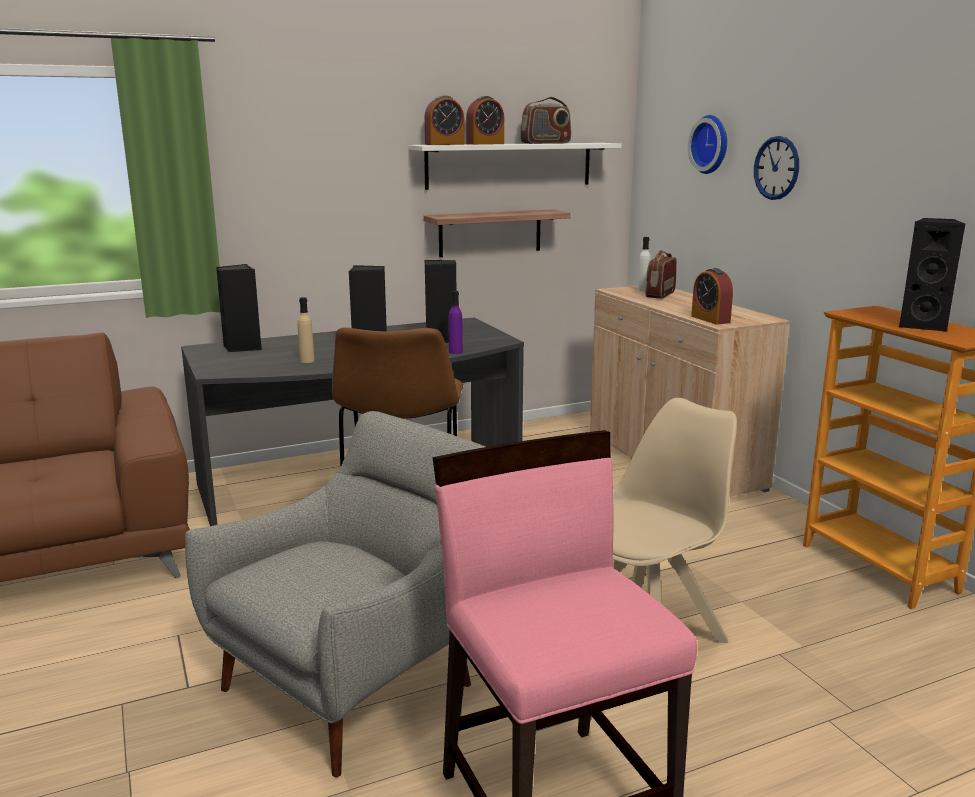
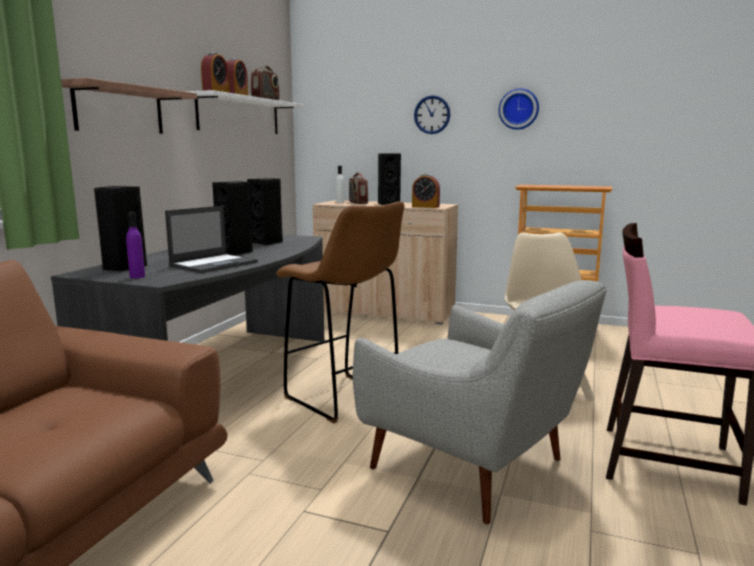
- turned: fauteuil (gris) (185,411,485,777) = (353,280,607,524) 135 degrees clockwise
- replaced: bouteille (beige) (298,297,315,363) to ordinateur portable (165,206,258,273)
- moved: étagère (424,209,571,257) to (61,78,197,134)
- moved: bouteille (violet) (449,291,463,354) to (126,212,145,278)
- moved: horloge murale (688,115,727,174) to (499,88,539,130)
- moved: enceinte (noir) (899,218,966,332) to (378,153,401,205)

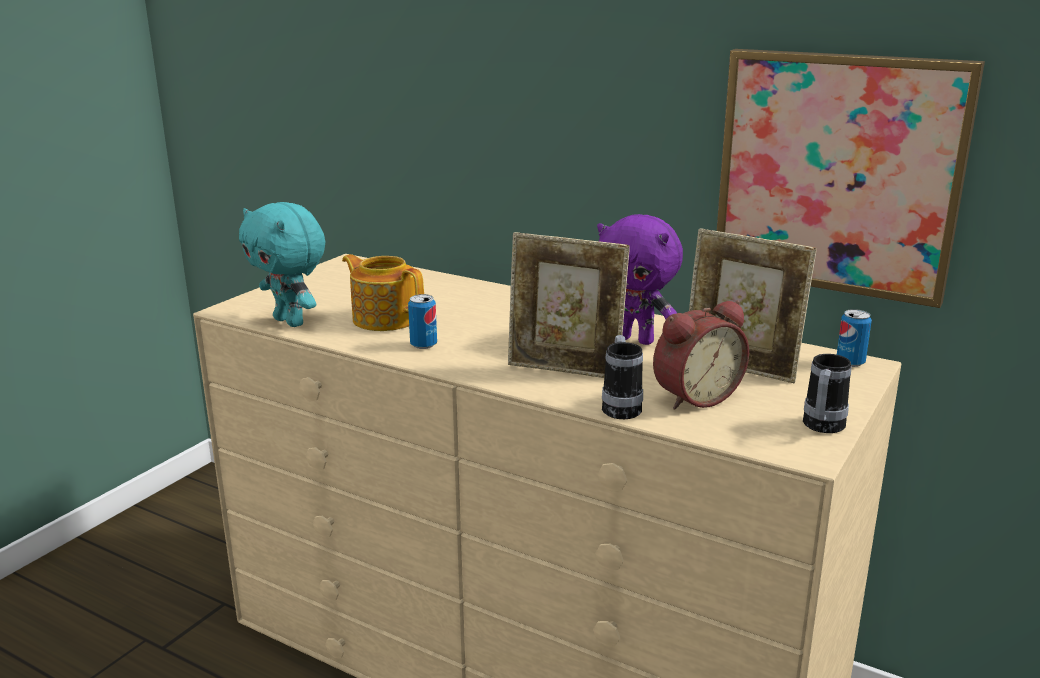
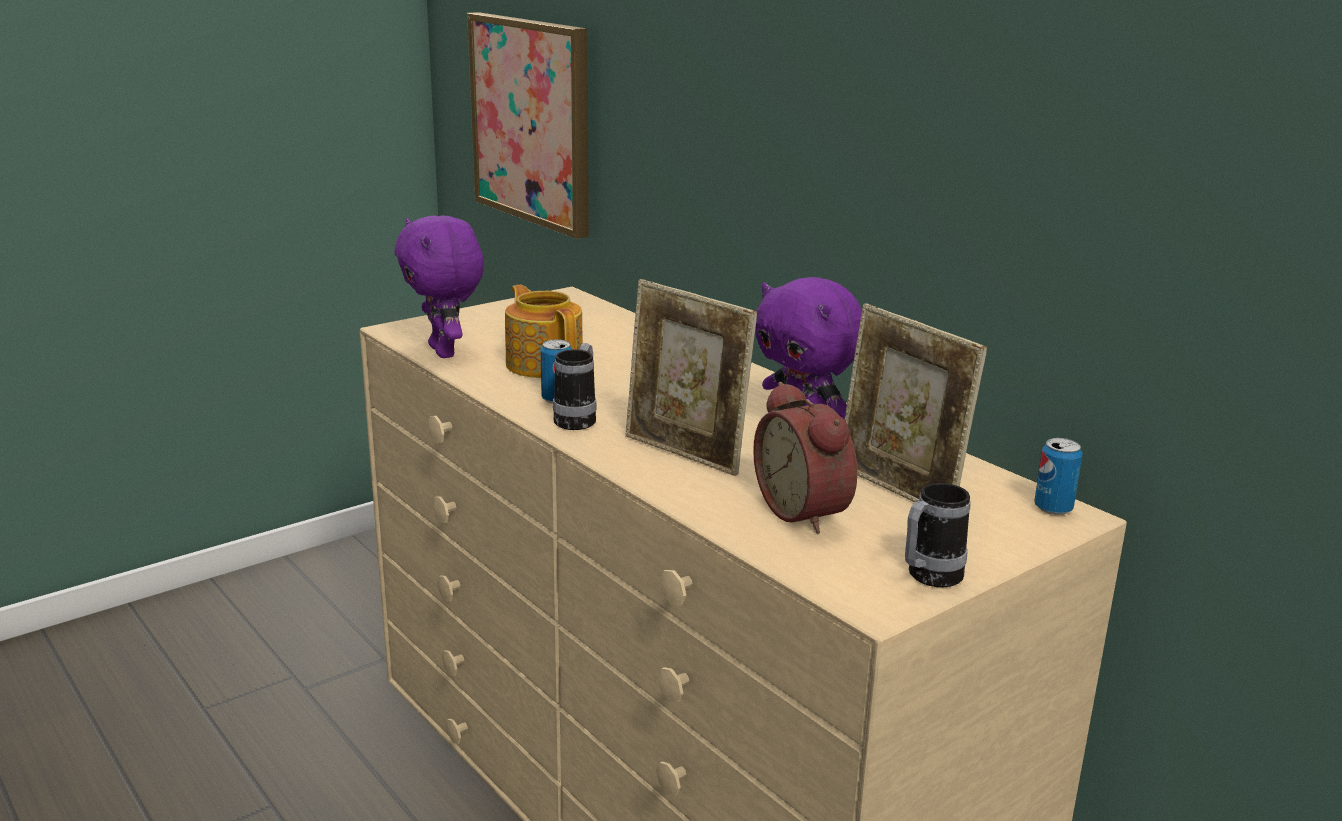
- recoloured: peluche (turquoise) (239,202,325,327) to peluche (violet) (394,215,484,358)
- moved: mug (602,335,643,419) to (553,343,597,430)
- turned: réveil (653,300,749,410) = (753,382,858,534) 75 degrees clockwise
- moved: tableau (717,49,985,308) to (467,12,589,239)

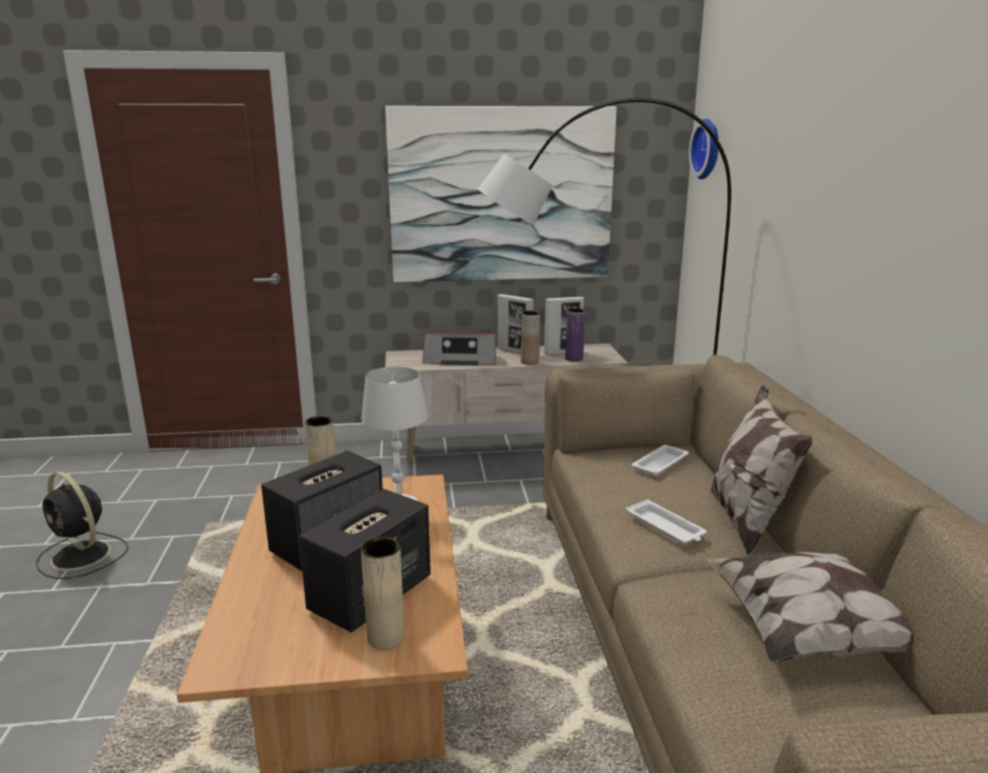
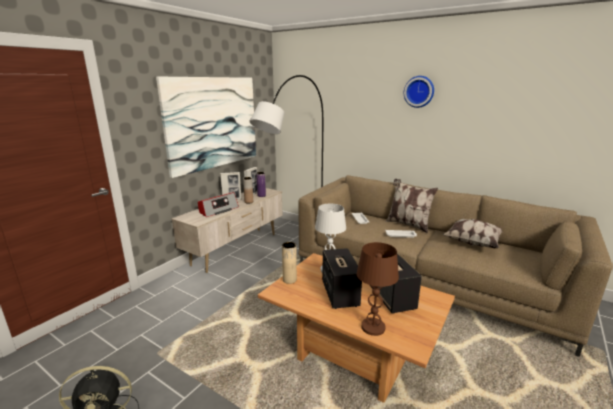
- removed: vase (beige) (361,537,405,649)
- moved: horloge murale (689,119,719,180) to (404,76,434,108)
- added: lampe de table (marron) (357,242,399,336)

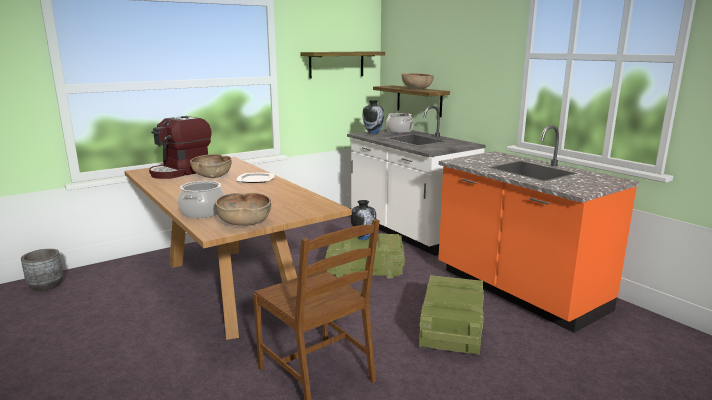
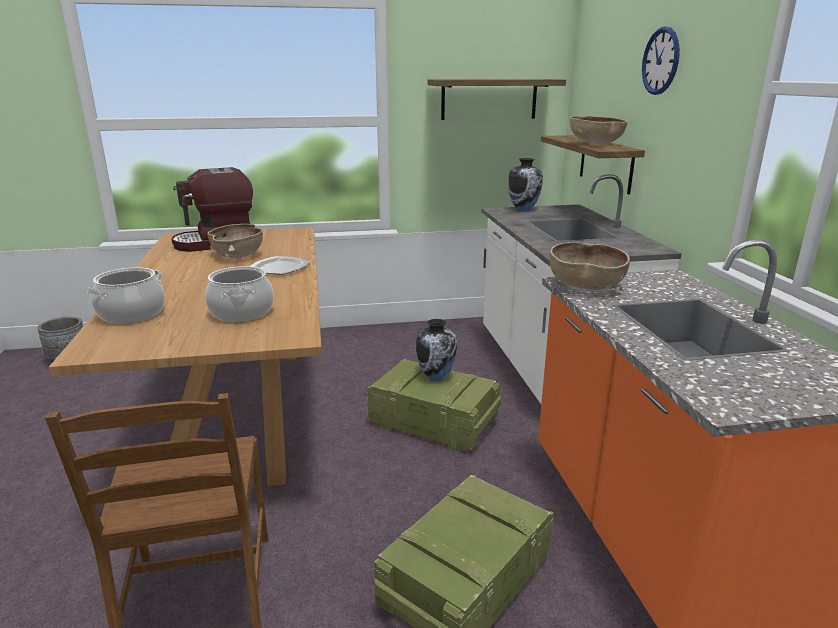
- moved: bol (marron) (215,193,271,226) to (550,242,630,290)
- moved: marmite (386,113,413,133) to (205,266,274,322)
- added: horloge murale (642,27,680,95)

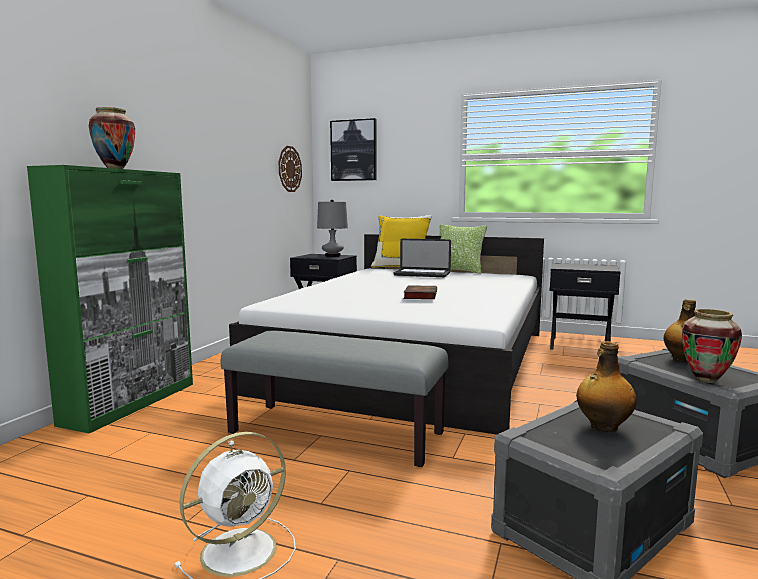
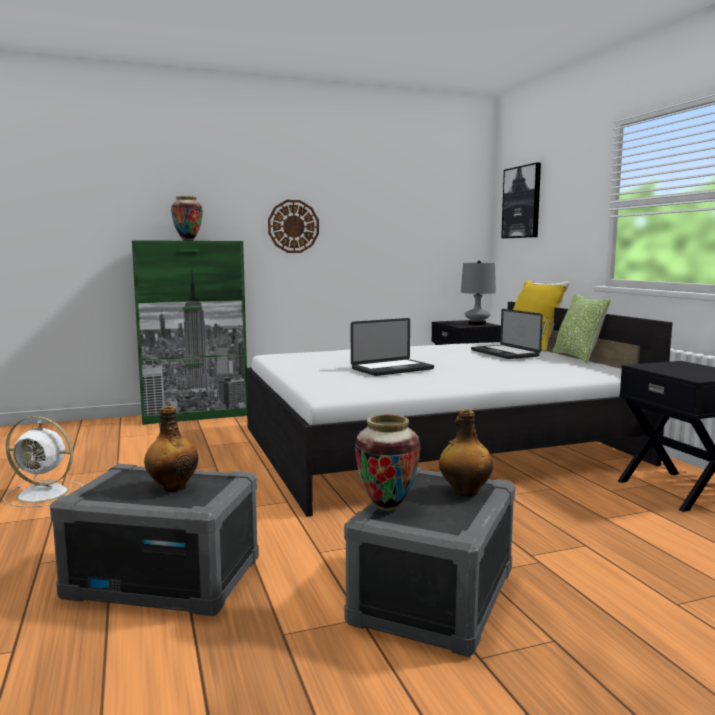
- removed: banc (gris) (221,331,448,467)
- moved: horloge murale (279,146,302,192) to (268,200,319,253)
- replaced: livre (403,285,437,299) to ordinateur portable (351,318,434,376)

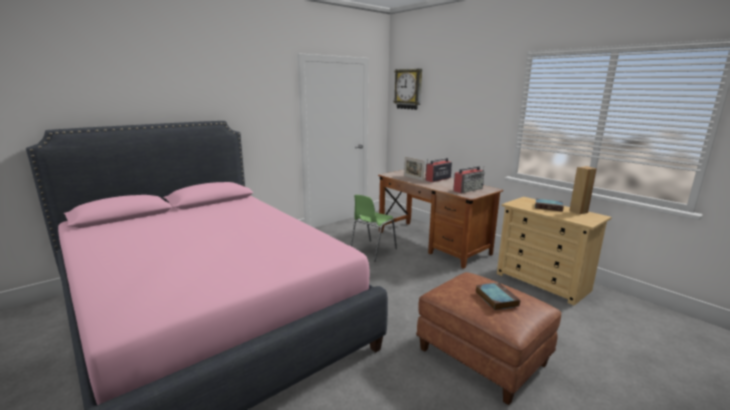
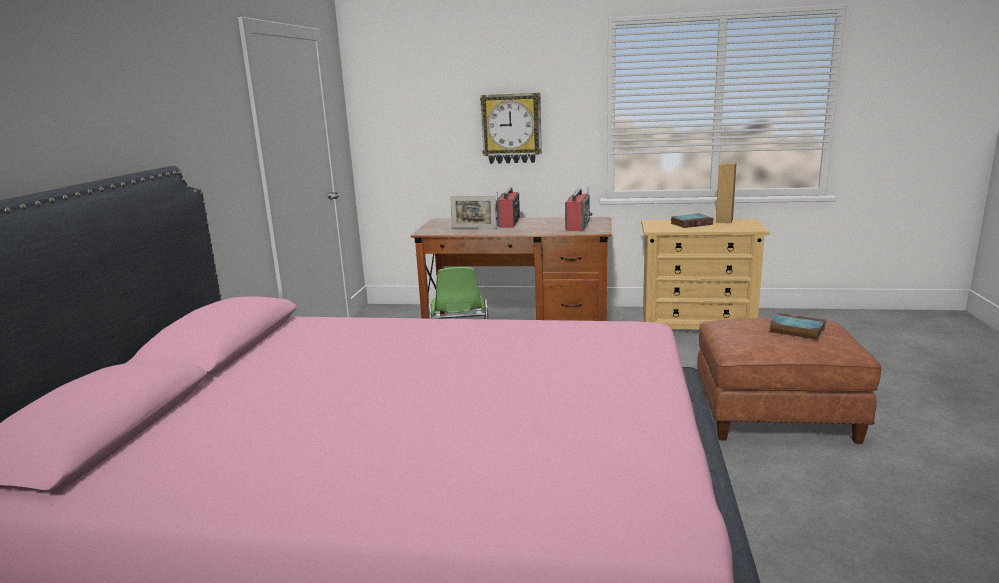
- moved: horloge murale (394,69,422,110) to (480,93,542,164)

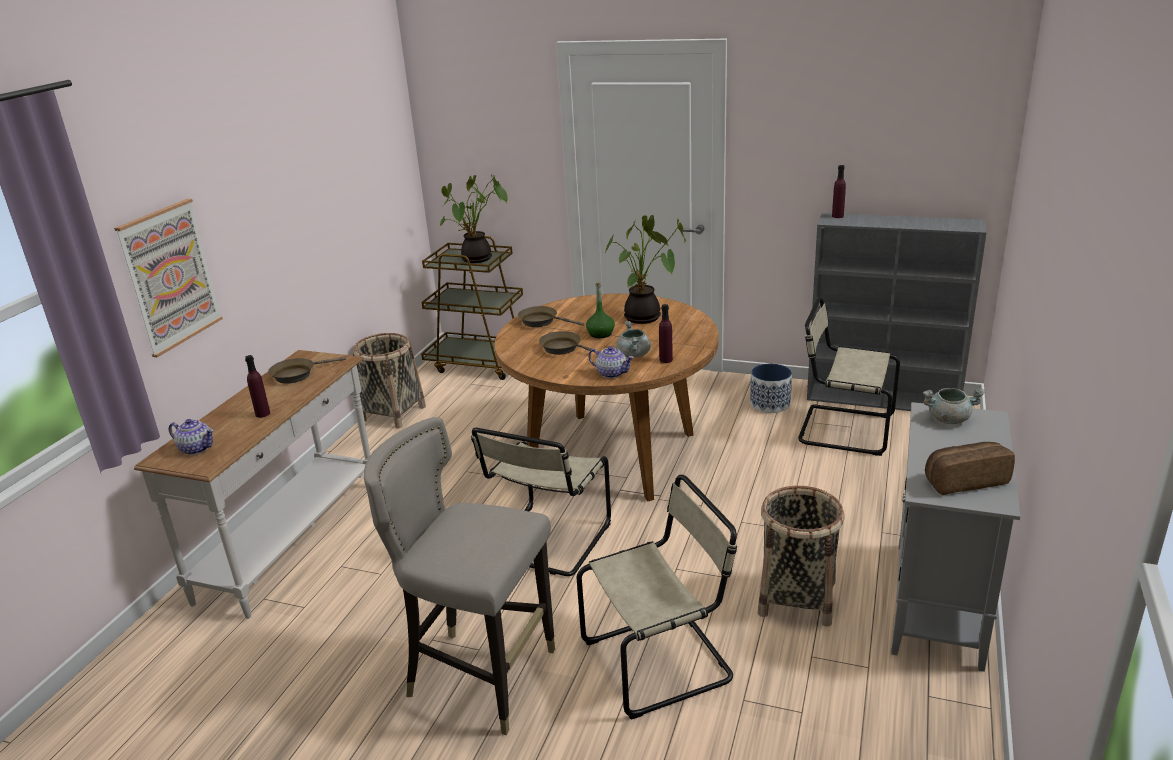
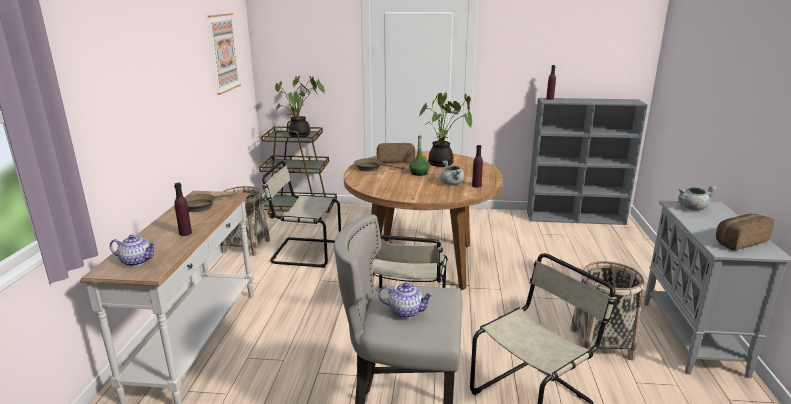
- moved: tableau (114,199,223,357) to (208,13,241,95)
- removed: poêle (marron) (539,331,601,355)
- moved: théière (588,346,634,378) to (378,282,434,318)
- removed: cache-pot (750,364,792,413)
- moved: chaise (beige) (798,297,900,456) to (262,161,341,268)
- added: pain (377,143,415,163)

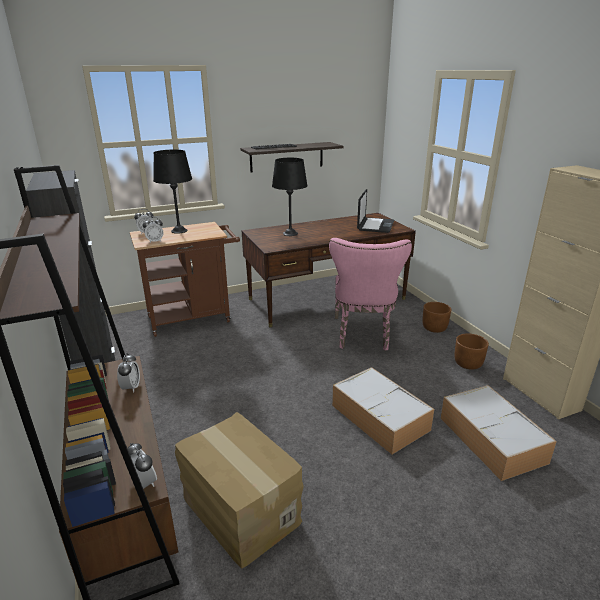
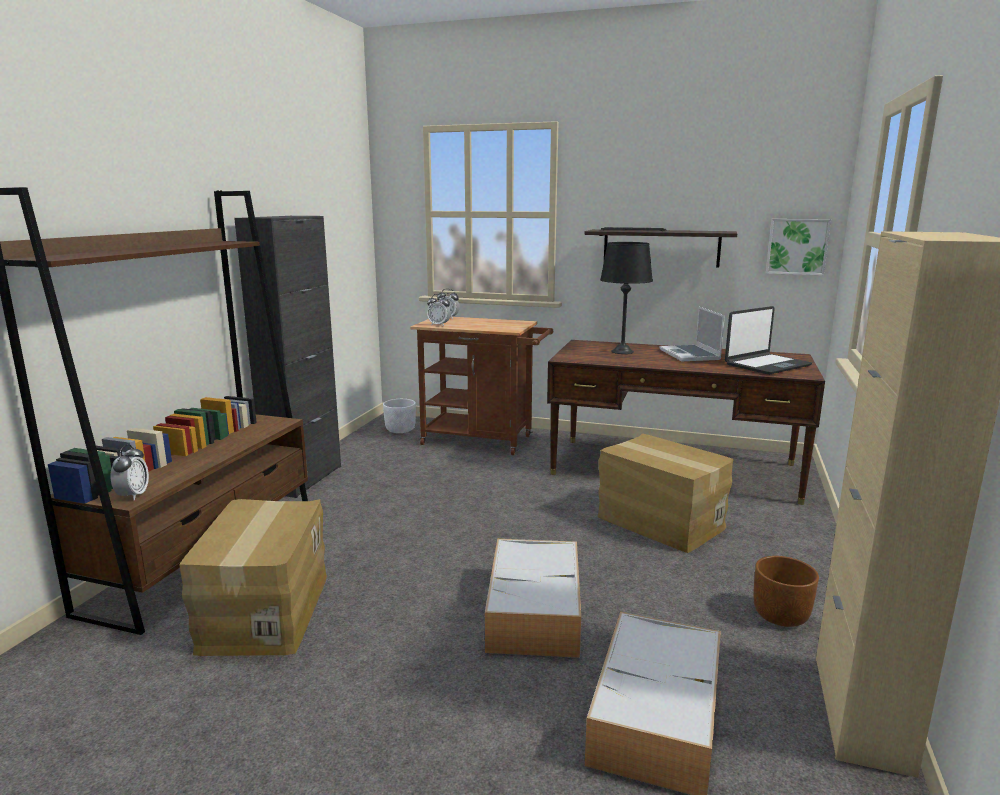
- removed: réveil (117,353,140,392)
- removed: lampe de table (noir) (153,149,192,234)
- replaced: chaise (rose) (329,238,412,351) to carton (598,433,733,553)
- removed: cache-pot (marron) (423,302,452,333)
- added: cache-pot (blanc) (383,399,416,433)
- added: ordinateur portable (660,307,725,361)
- added: tableau (766,219,831,275)

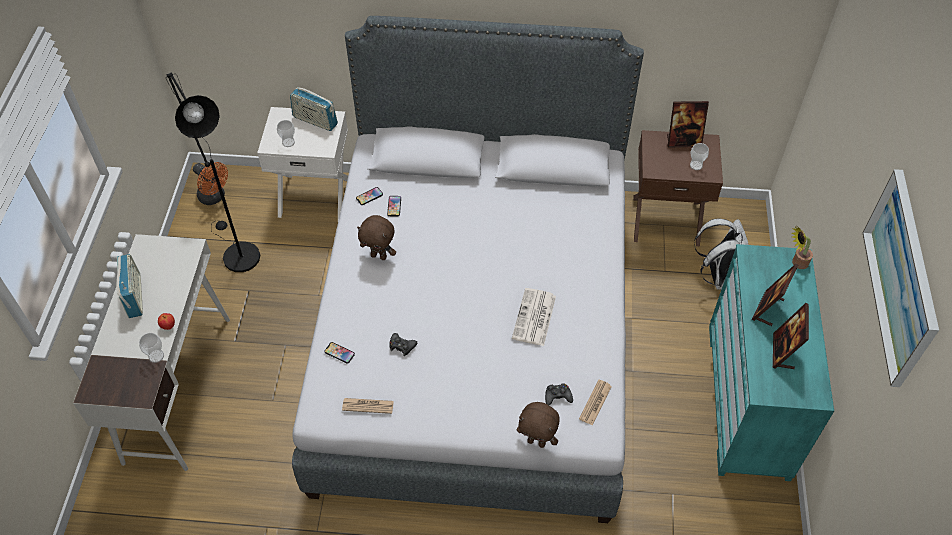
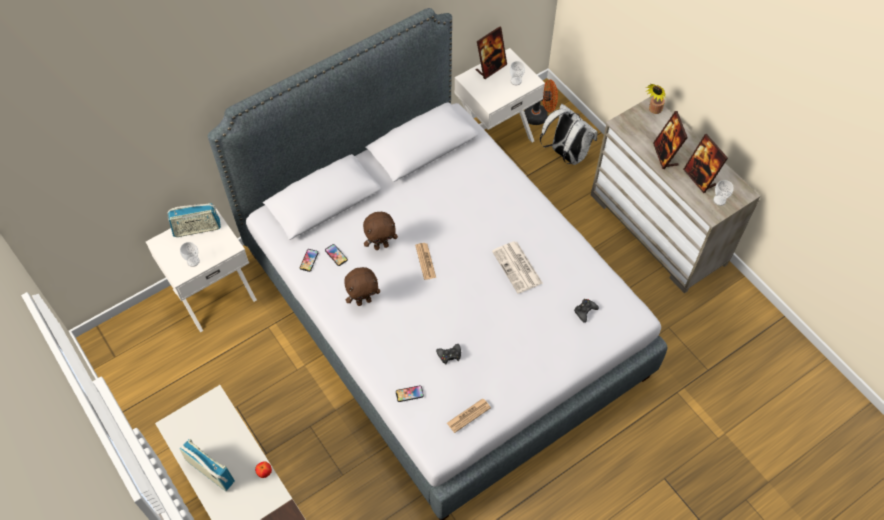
- moved: tasse (139,333,164,363) to (713,180,734,206)
- removed: lampadaire (noir) (166,73,260,272)
- moved: ventilateur (orange) (193,162,228,205) to (524,80,558,125)
- moved: peluche (marron) (517,402,559,448) to (363,212,398,250)
- moved: journal (579,380,612,426) to (415,243,436,280)
- recoloured: table de chevet (marron) (634,130,723,246) to table de chevet (blanc) (454,48,545,142)
- recoloured: commode (turquoise) (709,244,834,481) to commode (beige) (591,96,761,294)
- removed: tableau (863,169,939,387)

